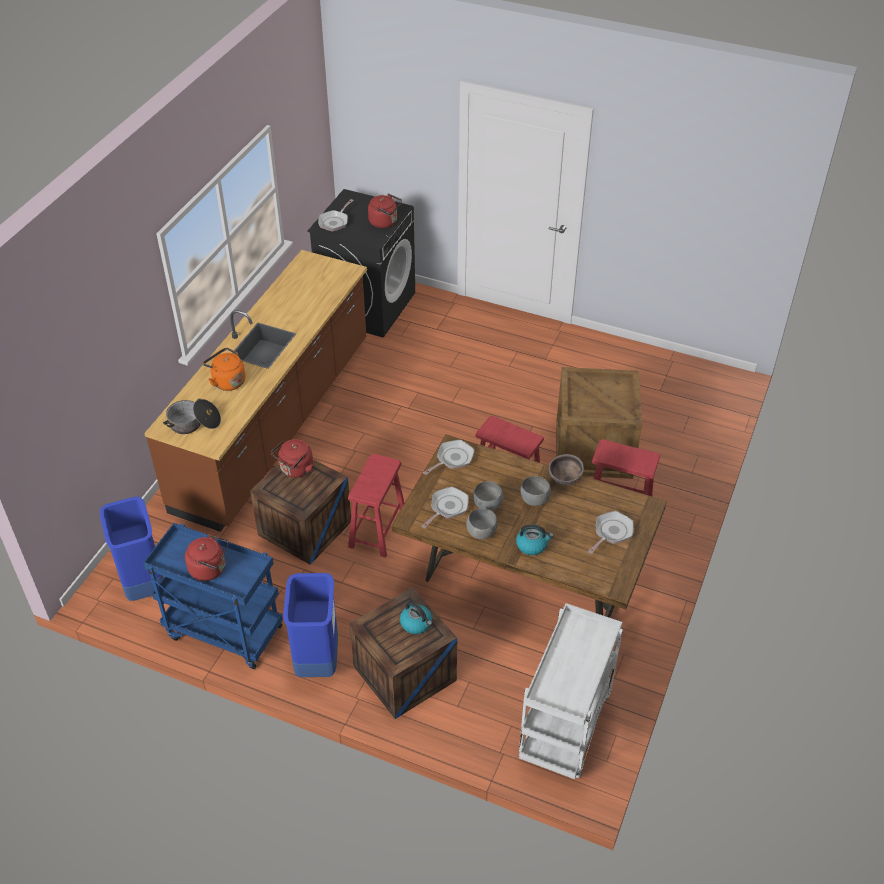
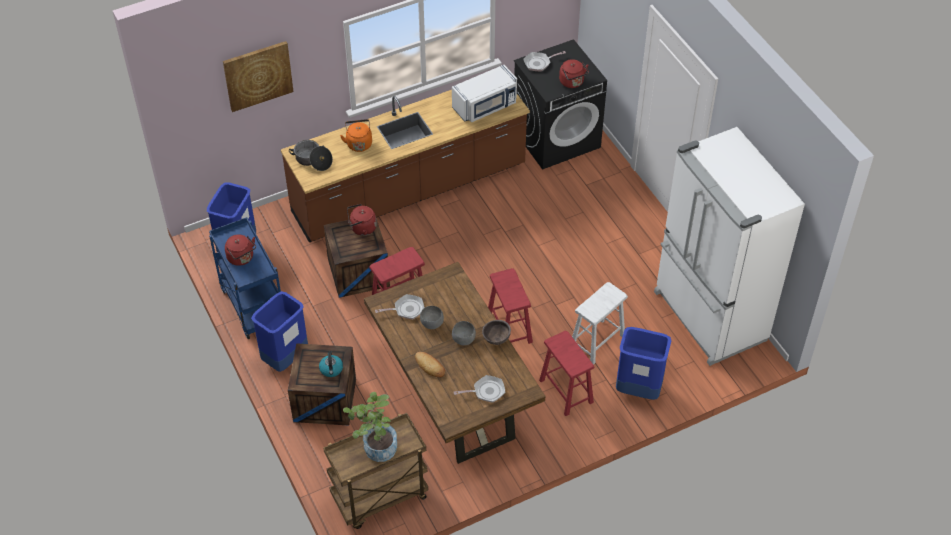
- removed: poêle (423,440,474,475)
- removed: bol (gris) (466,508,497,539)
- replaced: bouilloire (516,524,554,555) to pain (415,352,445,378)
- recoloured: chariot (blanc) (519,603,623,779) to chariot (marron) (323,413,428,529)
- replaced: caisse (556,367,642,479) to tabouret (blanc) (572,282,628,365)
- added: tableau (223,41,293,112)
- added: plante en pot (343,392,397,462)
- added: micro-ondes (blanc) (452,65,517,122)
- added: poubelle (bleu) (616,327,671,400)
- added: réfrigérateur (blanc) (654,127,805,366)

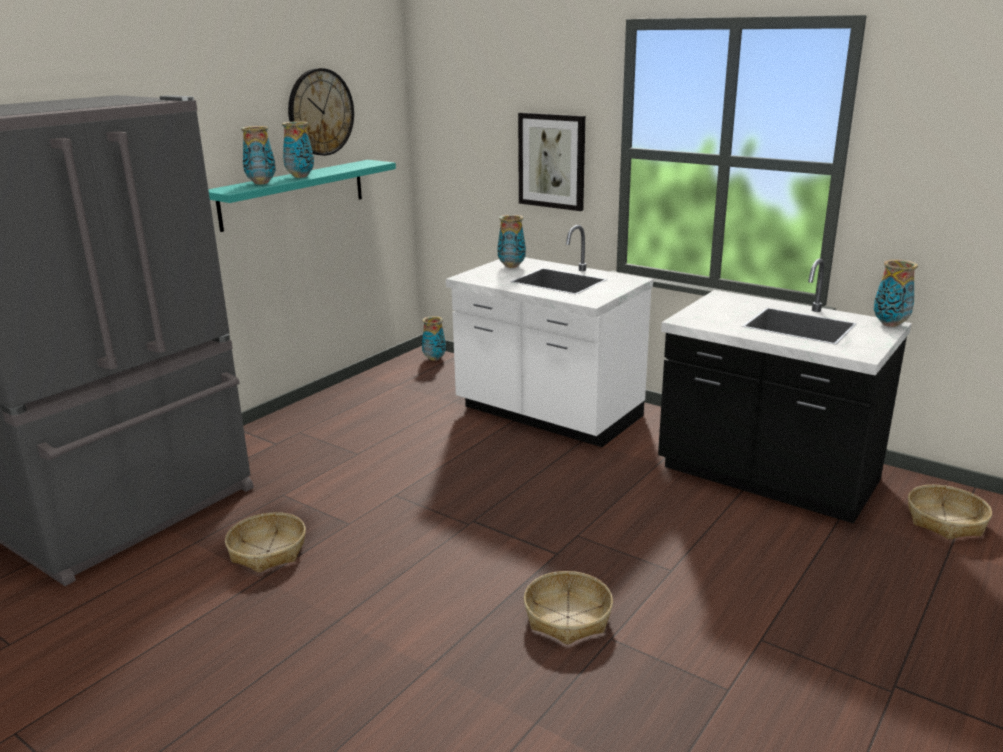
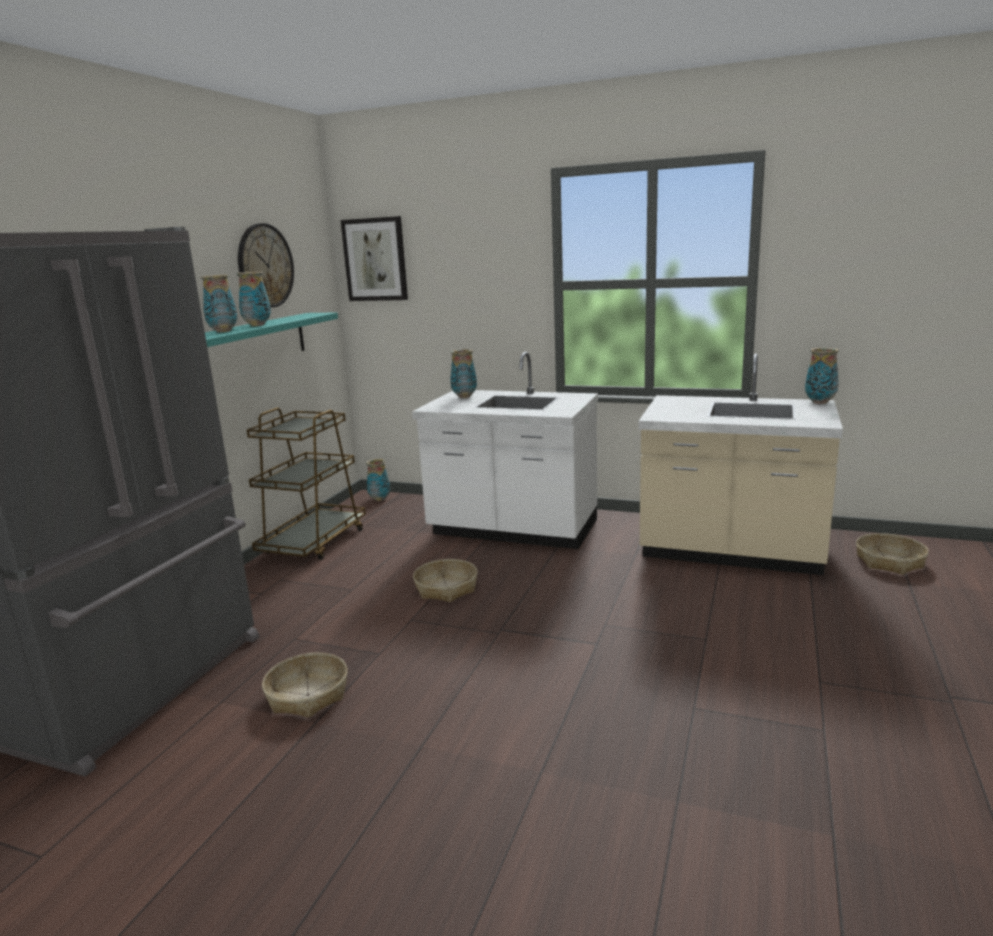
- moved: tableau (518,112,585,211) to (340,216,408,301)
- moved: panier (524,571,613,645) to (413,559,478,602)
- recoloured: comptoir de cuisine (noir) (658,259,912,524) to comptoir de cuisine (beige) (639,354,843,575)
- added: chariot (marron) (247,408,366,560)

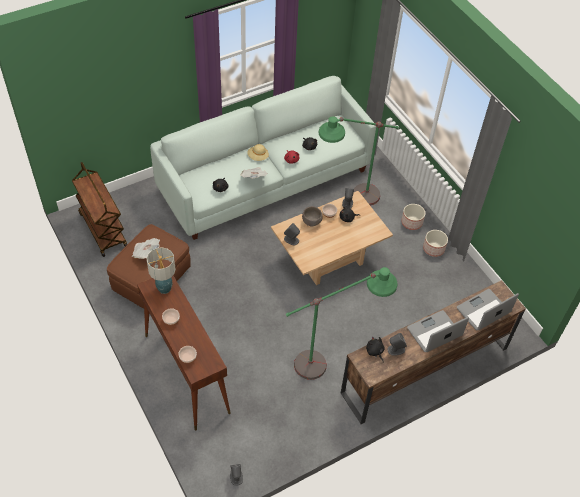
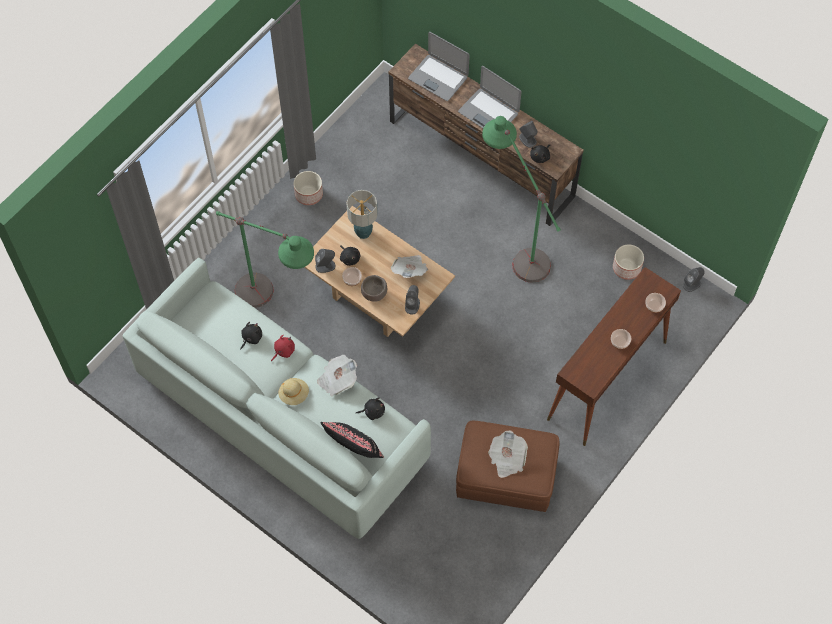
- removed: chariot (marron) (72,162,127,257)
- moved: lampe de table (146,247,176,294) to (346,190,378,239)
- moved: cache-pot (401,204,425,230) to (613,245,644,280)
- added: coussin (noir) (320,422,384,458)
- added: journal (391,255,428,278)

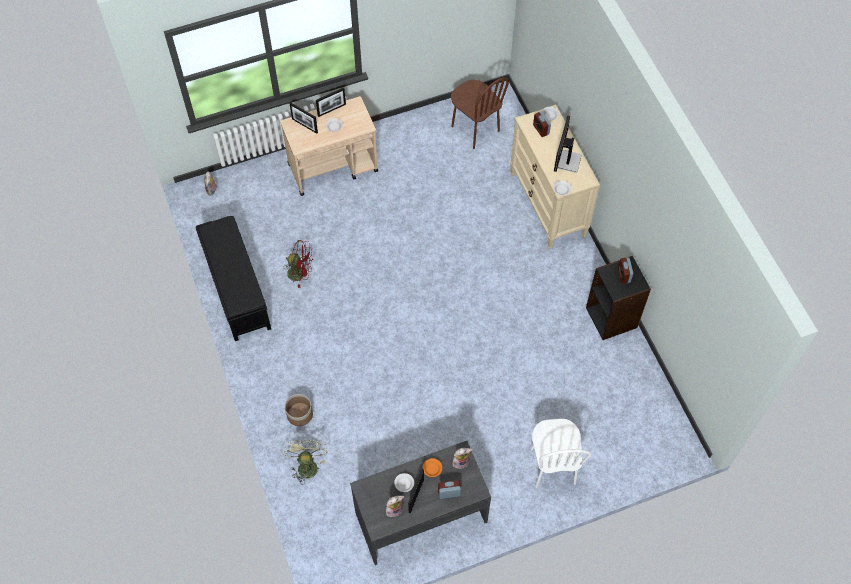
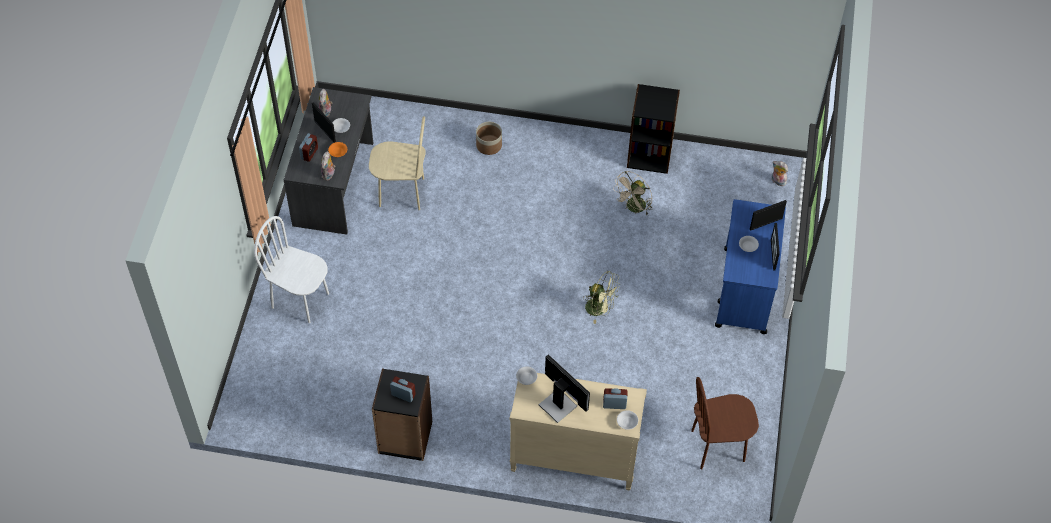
- replaced: banc (noir) (196,216,271,341) to bibliothèque (noir) (627,84,680,174)
- recoloured: chariot (beige) (280,96,378,196) to chariot (bleu) (715,199,786,334)
- recoloured: ventilateur (rouge) (283,240,312,288) to ventilateur (beige) (614,171,652,215)
- moved: ventilateur (vert) (283,440,327,485) to (584,271,620,324)
- added: chaise (beige) (369,116,426,211)

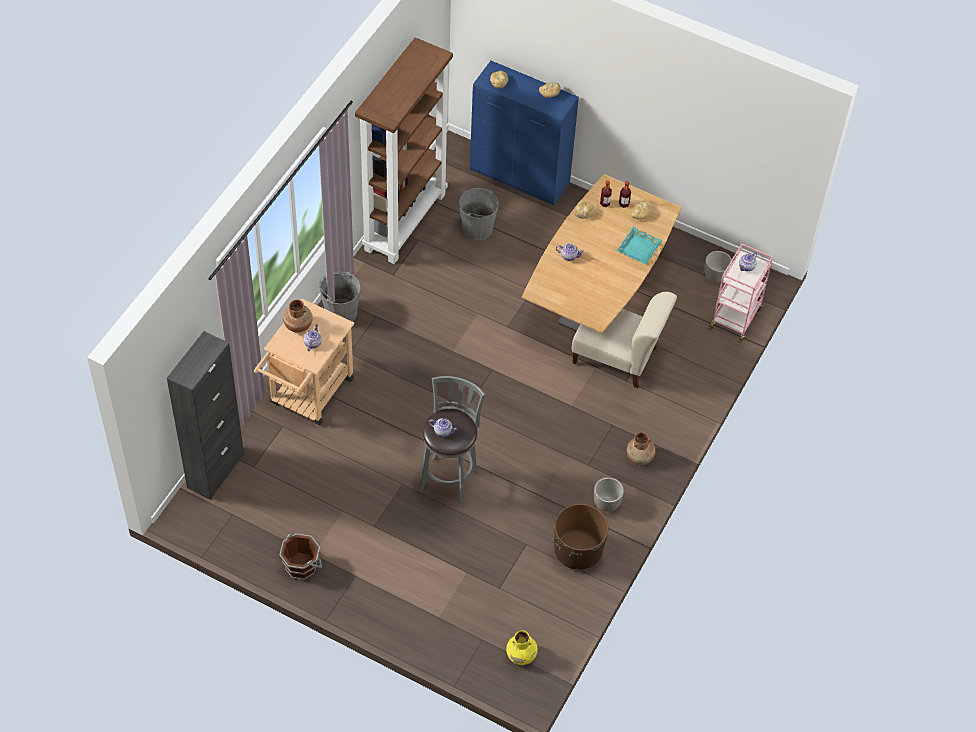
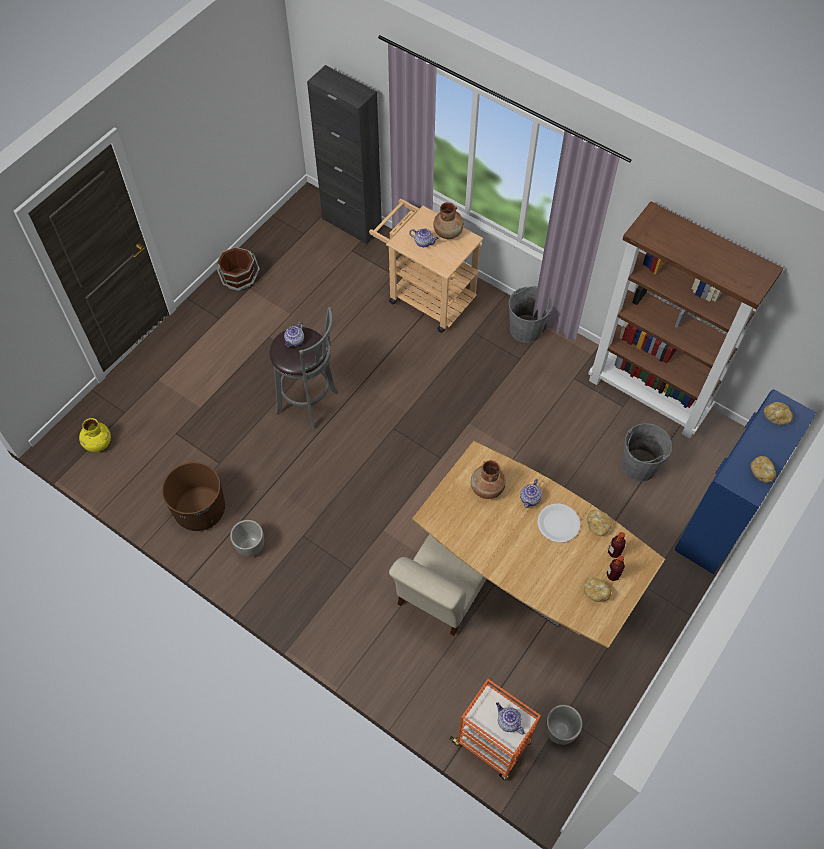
- removed: plateau (turquoise) (616,227,662,264)
- moved: vase (marron) (627,432,656,465) to (471,460,506,499)
- recoloured: chariot (rose) (708,243,773,343) to chariot (orange) (449,679,541,780)
- added: assiette (blanc) (538,503,580,543)

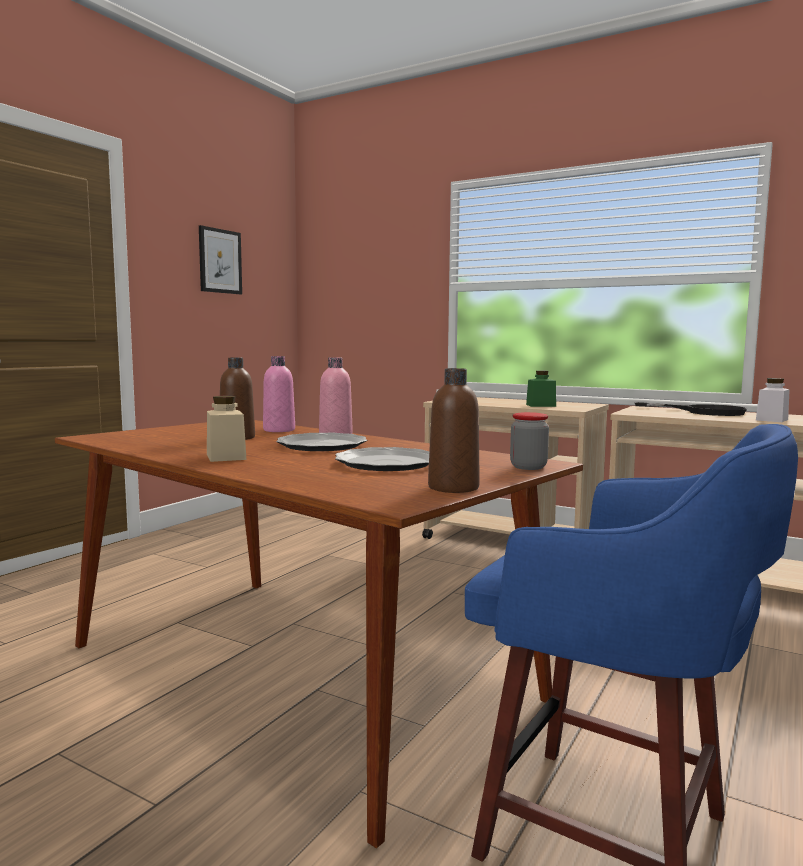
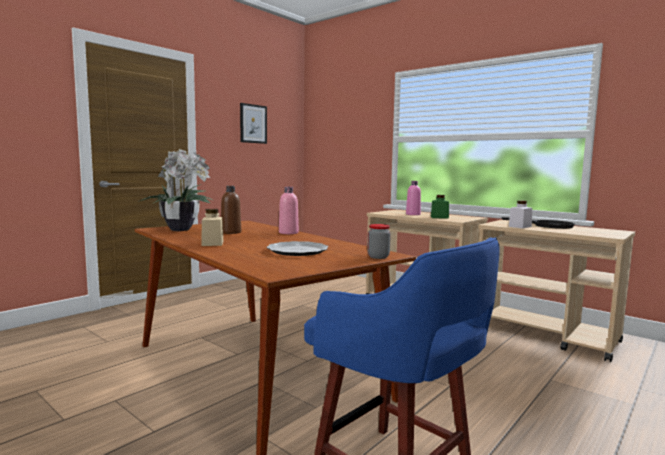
- moved: bouteille (rose) (263,356,295,432) to (406,181,421,215)
- removed: assiette (276,433,367,451)
- removed: bouteille (marron) (428,368,480,493)
- moved: bocal (blanc) (756,378,790,422) to (509,201,532,228)
- added: plante en pot (138,149,212,231)

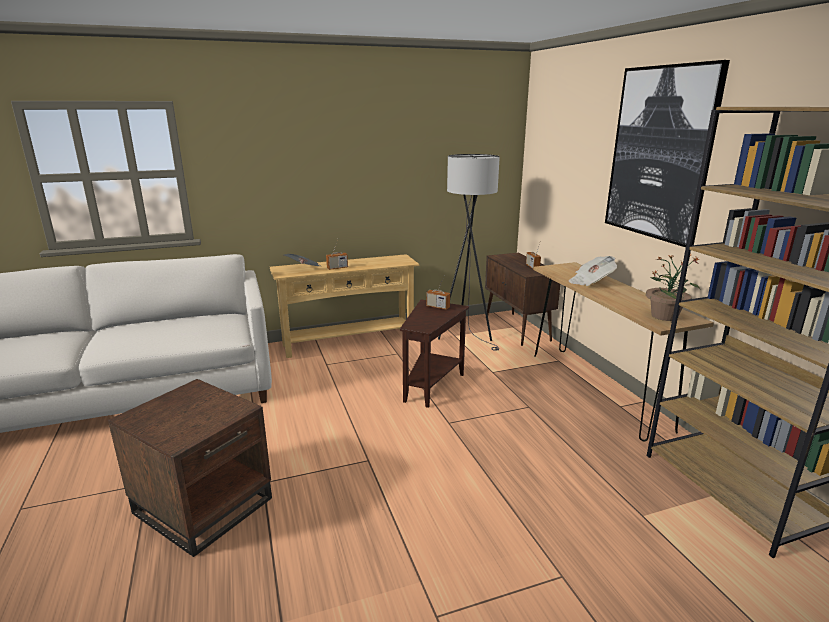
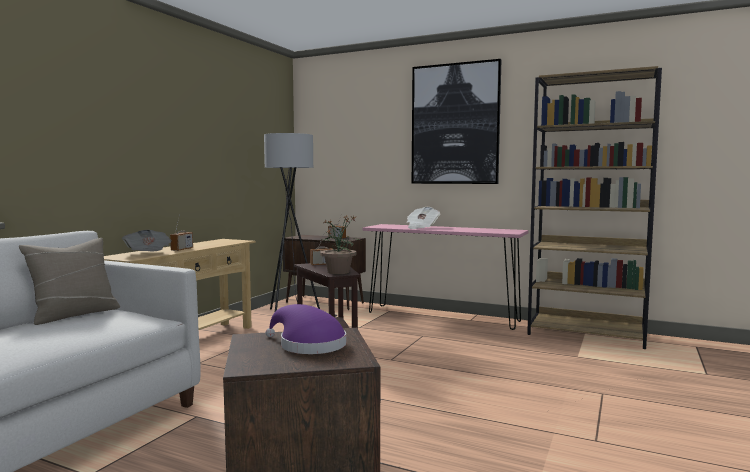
- recoloured: table console (marron) (534,262,714,442) to table console (rose) (363,224,528,330)
- moved: plante en pot (646,254,700,321) to (320,214,362,274)
- added: coussin (beige) (19,238,120,325)
- added: chapeau (violet) (266,304,346,354)

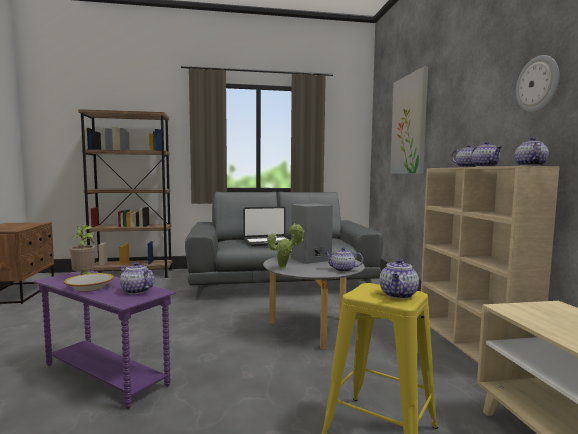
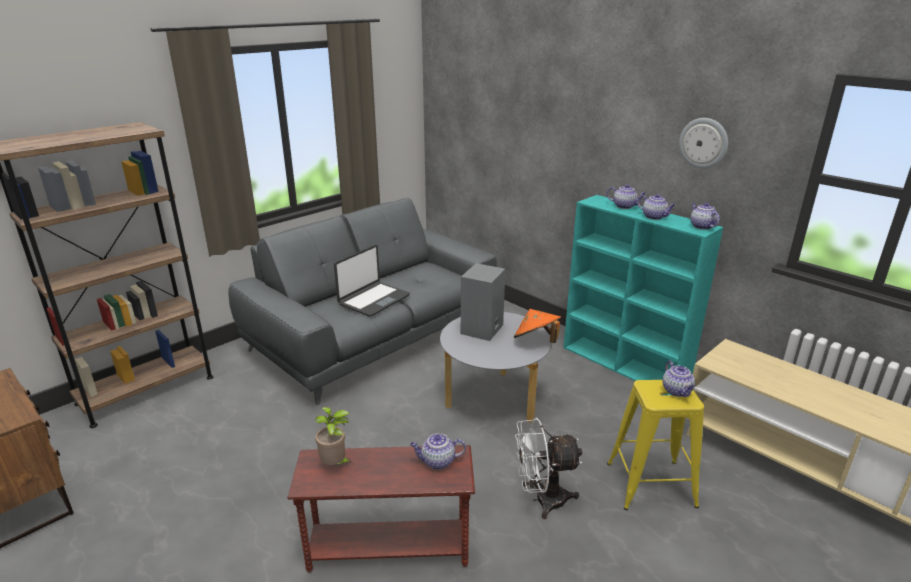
- recoloured: table d'appoint (violet) (34,270,176,409) to table d'appoint (marron) (288,445,475,572)
- removed: bol (64,273,114,292)
- removed: plante en pot (267,223,305,269)
- replaced: théière (325,247,363,272) to chapeau (orange) (514,309,561,343)
- removed: tableau (390,66,428,174)
- recoloured: bibliothèque (beige) (421,166,560,363) to bibliothèque (turquoise) (563,195,723,395)
- added: ventilateur (blanc) (515,418,583,519)

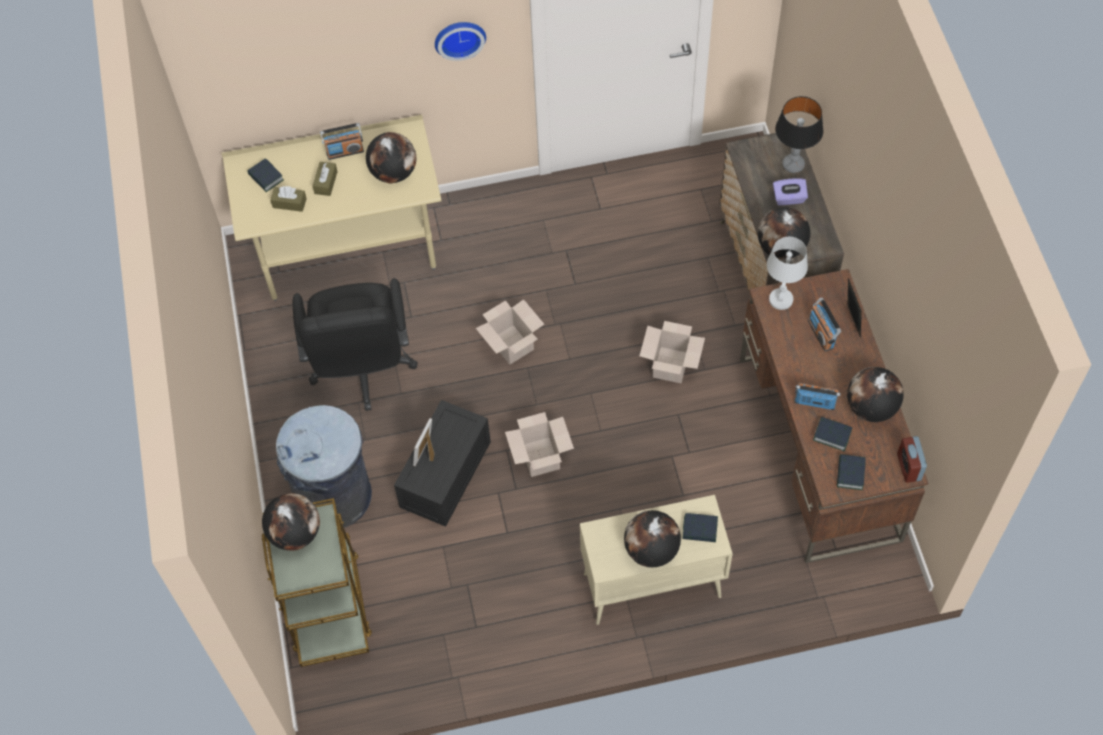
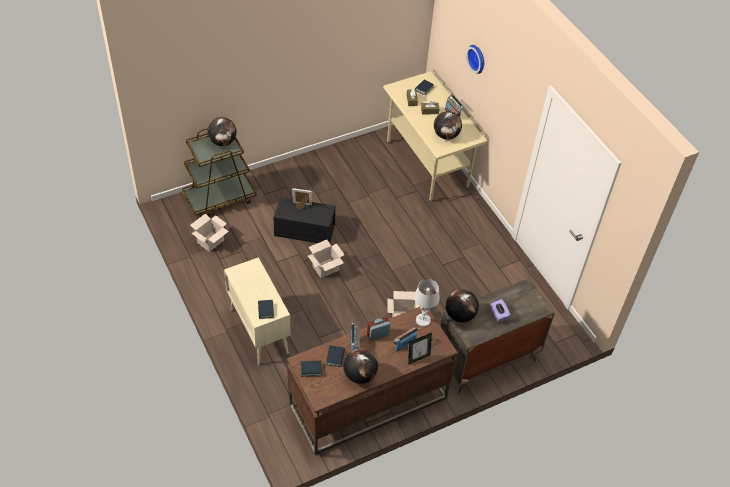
- removed: poubelle (gris) (276,405,372,528)
- removed: chaise de bureau (noir) (293,278,418,411)
- moved: horloge murale (435,22,486,61) to (466,45,484,74)
- moved: carton (476,300,544,365) to (190,214,229,252)
- removed: globe (624,510,681,568)
- removed: lampe de table (775,96,823,173)
- moved: réveil (897,436,927,483) to (367,317,391,341)

